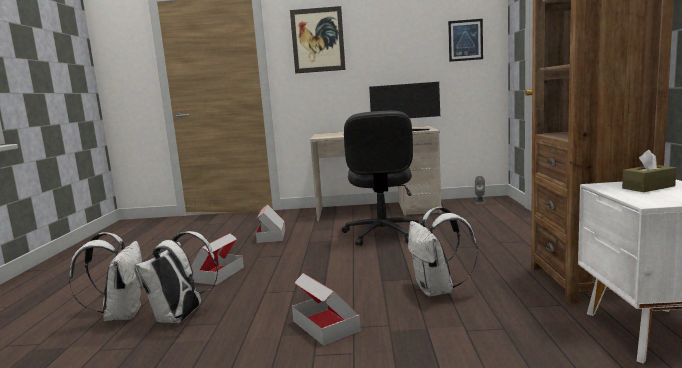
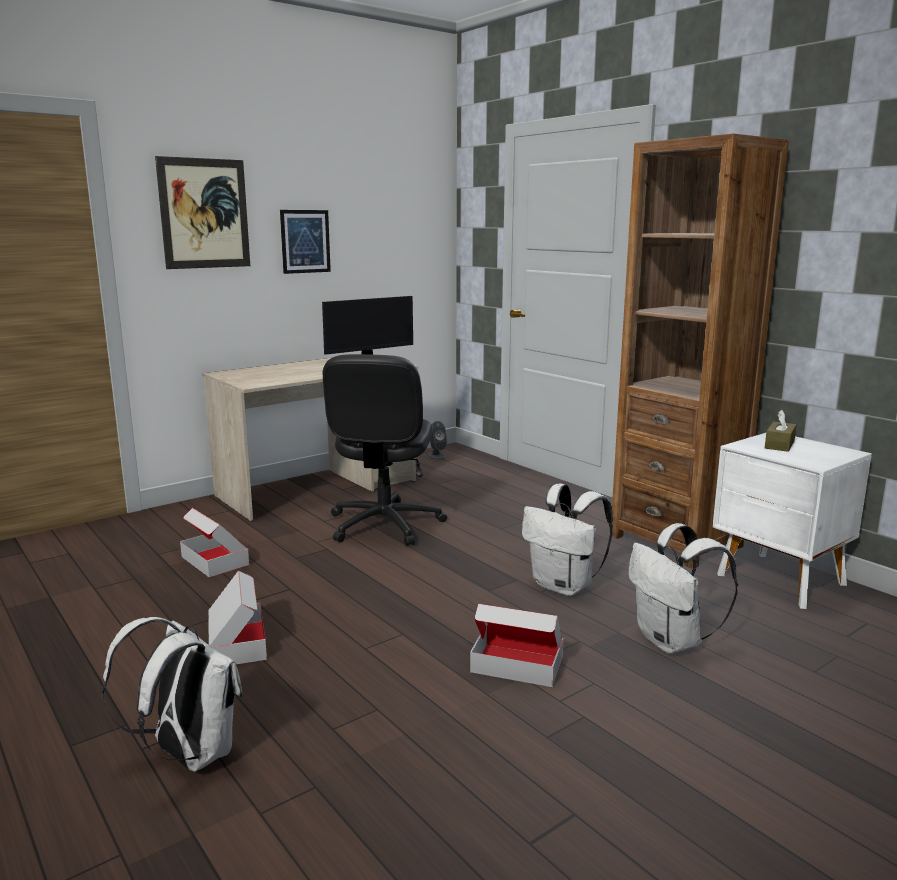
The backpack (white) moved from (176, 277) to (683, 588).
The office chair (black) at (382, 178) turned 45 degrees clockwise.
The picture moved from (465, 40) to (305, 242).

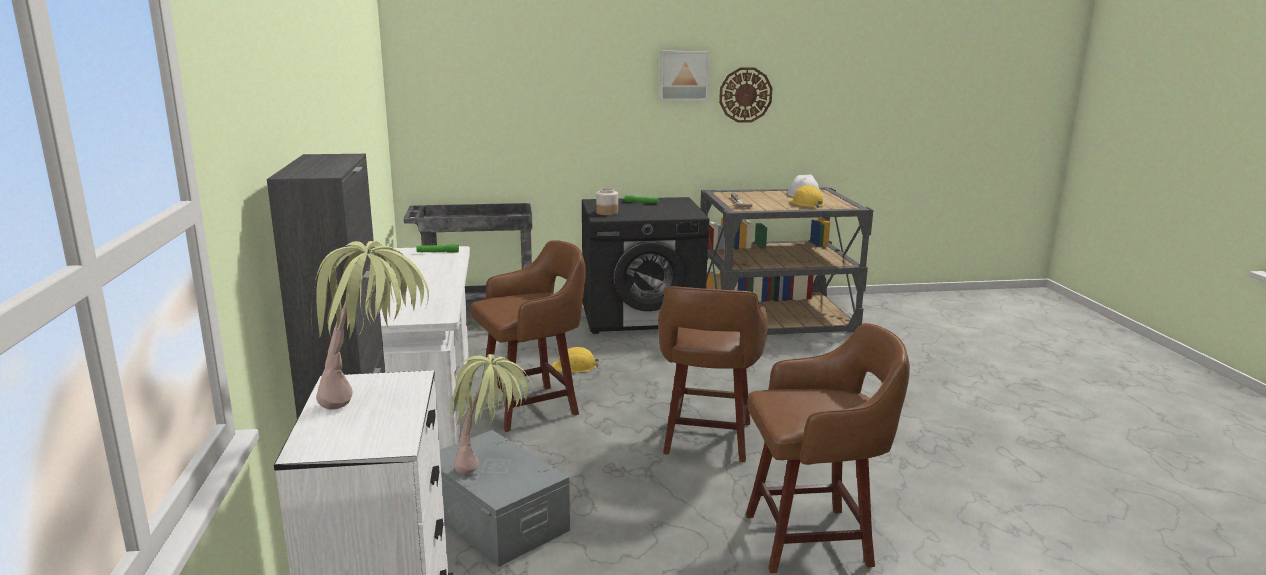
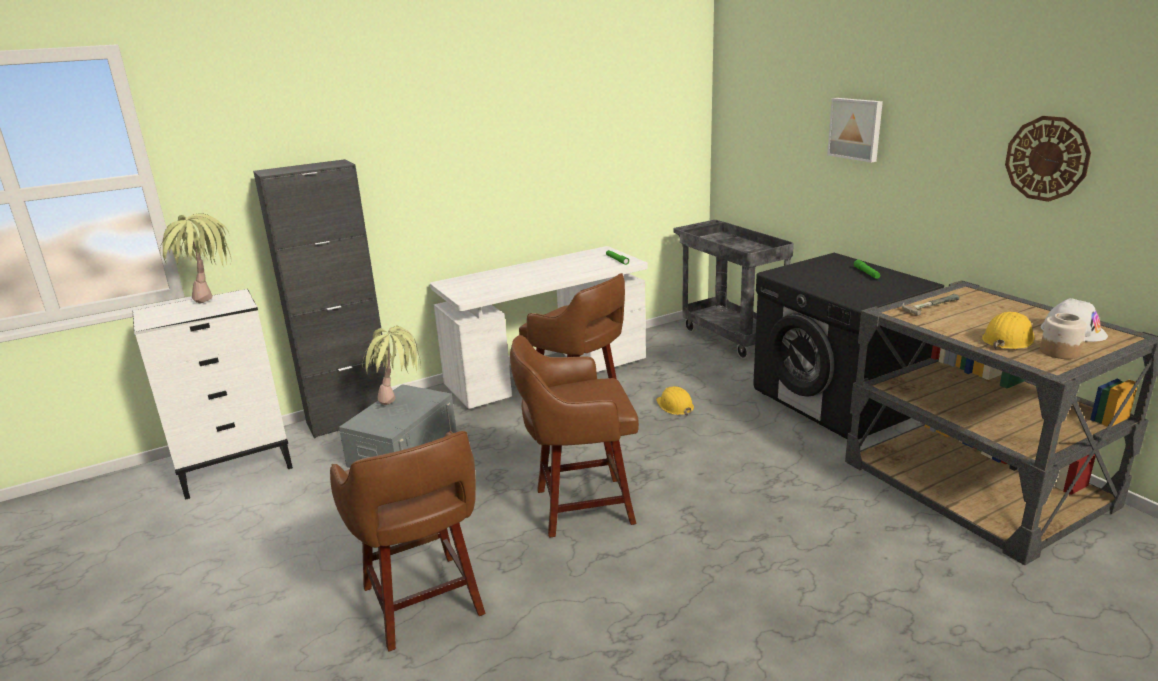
The jar moved from (607, 201) to (1063, 336).
The picture moved from (684, 76) to (855, 130).

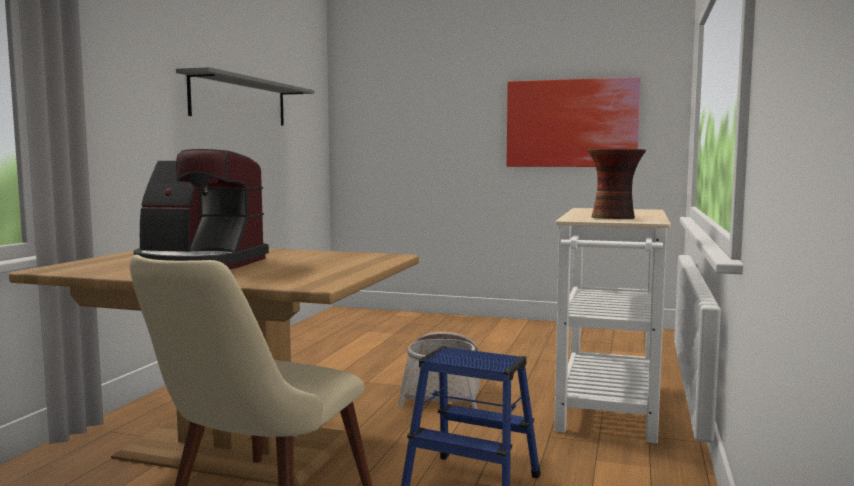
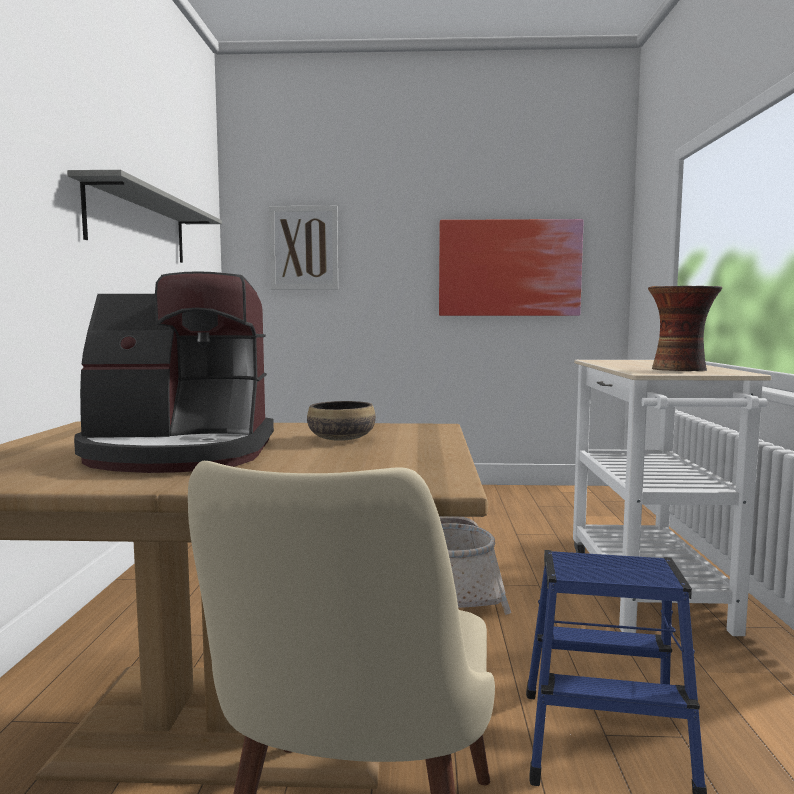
The picture at (303, 248) appeared.
The bowl at (341, 421) appeared.

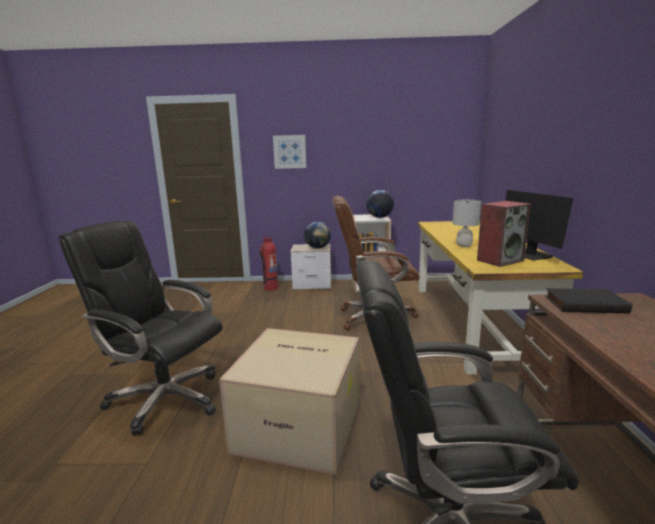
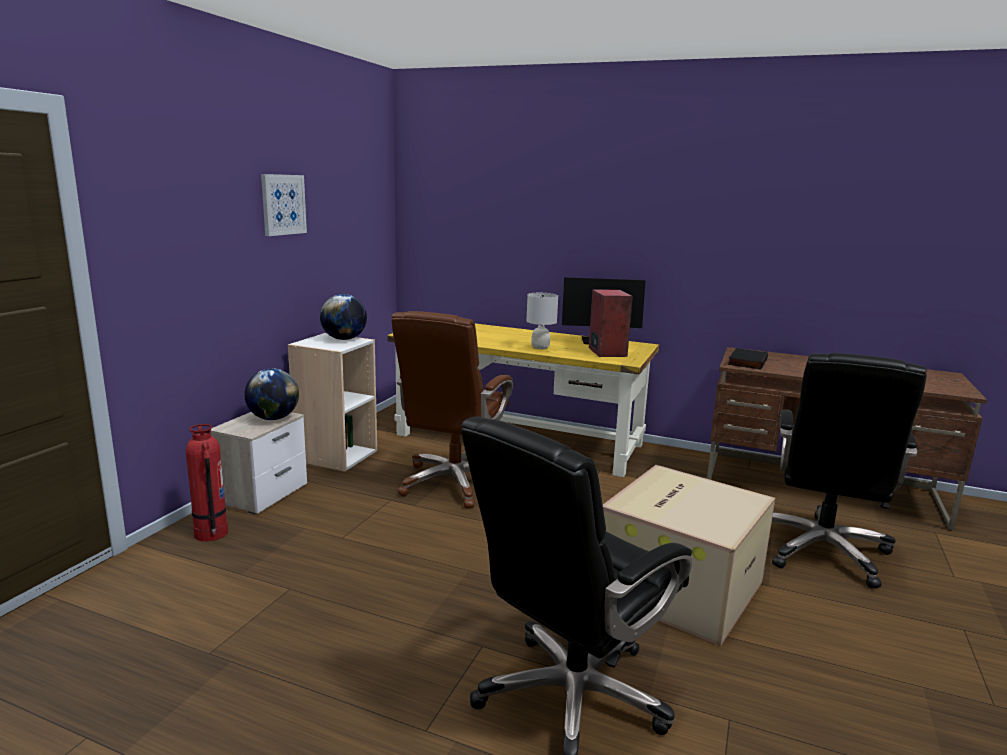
The picture moved from (289, 152) to (284, 205).

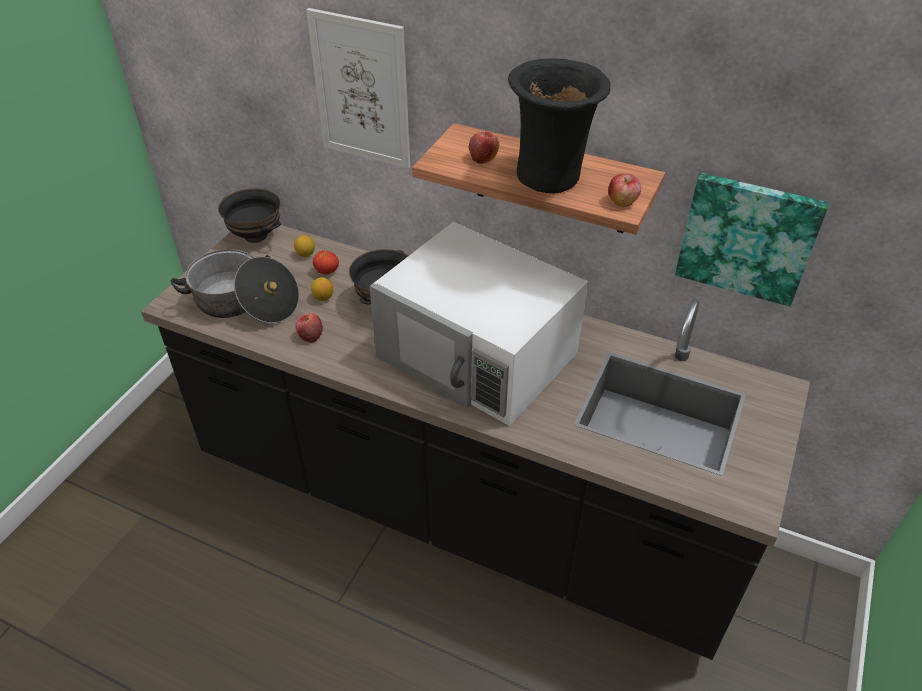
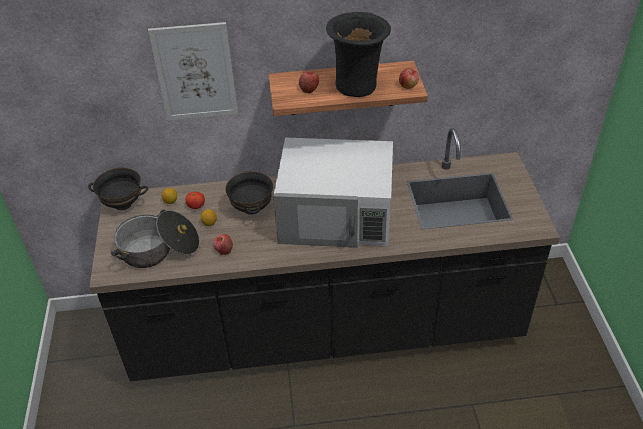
The picture at (752, 240) disappeared.

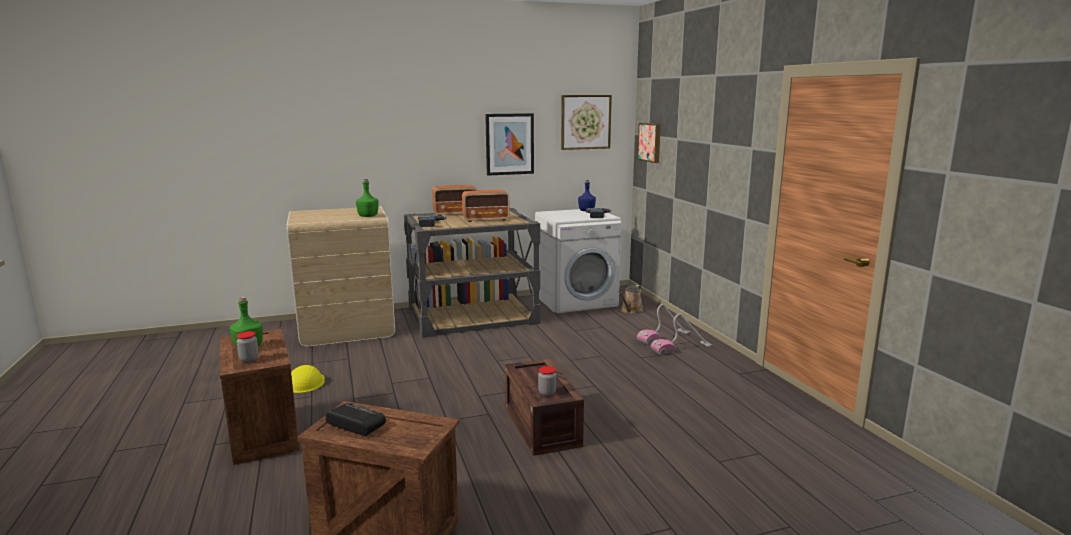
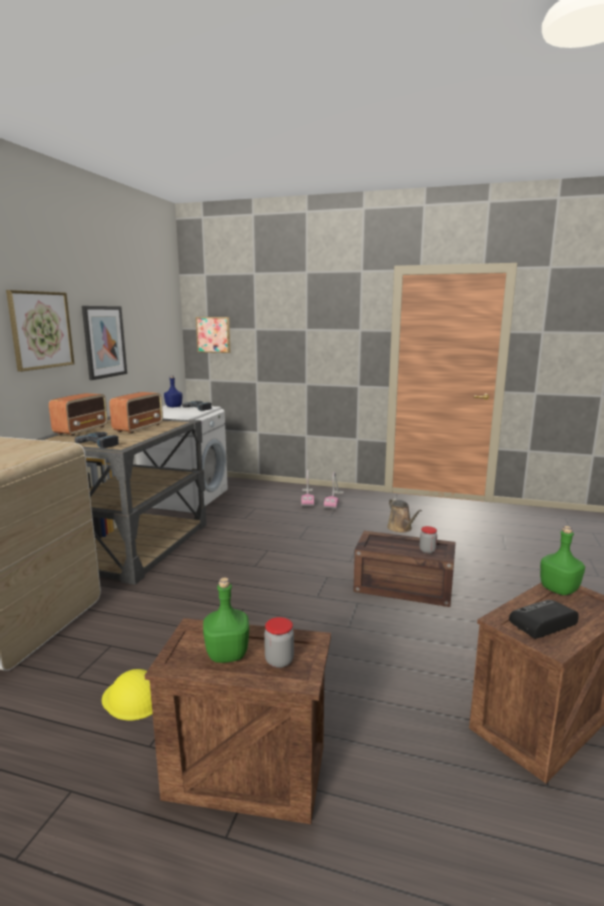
The bottle (green) moved from (367, 198) to (562, 560).
The picture moved from (586, 122) to (40, 331).
The watering can (brown) moved from (631, 299) to (404, 515).

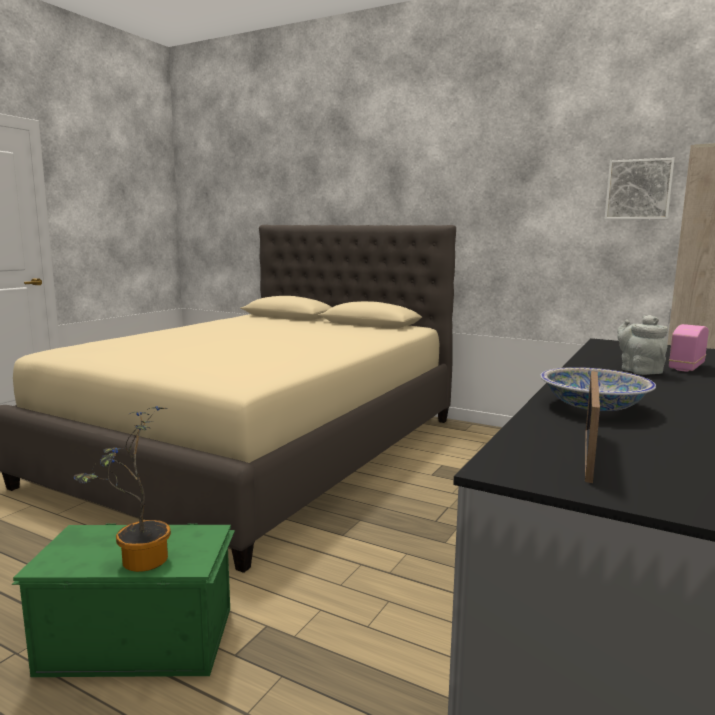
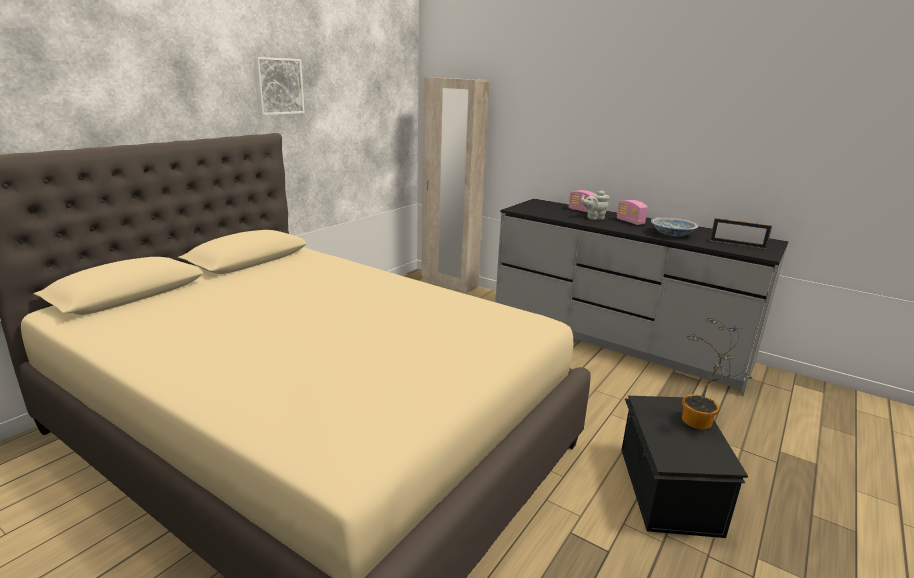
The storage box (green) at (123, 600) became the storage box (black) at (685, 467).
The picture moved from (640, 188) to (279, 86).
The radio at (632, 212) appeared.

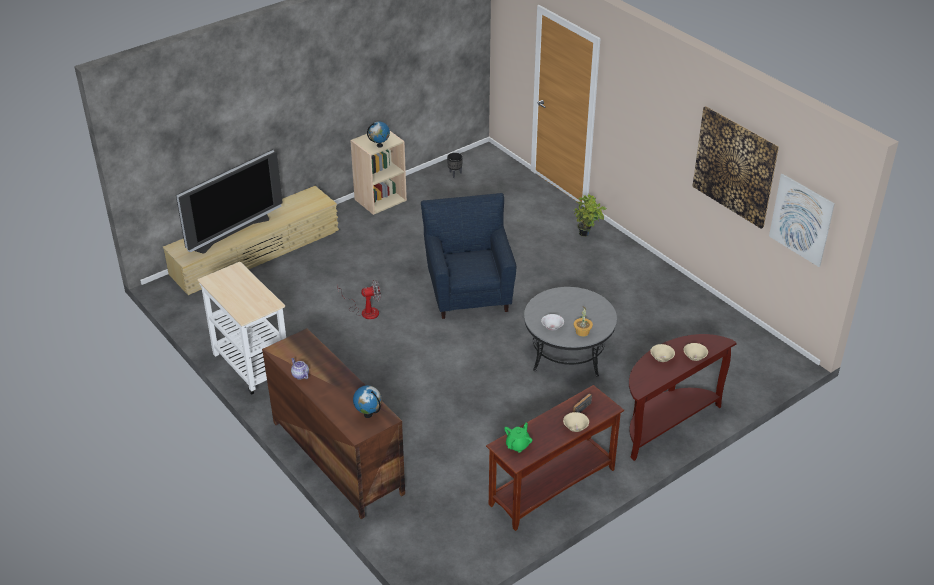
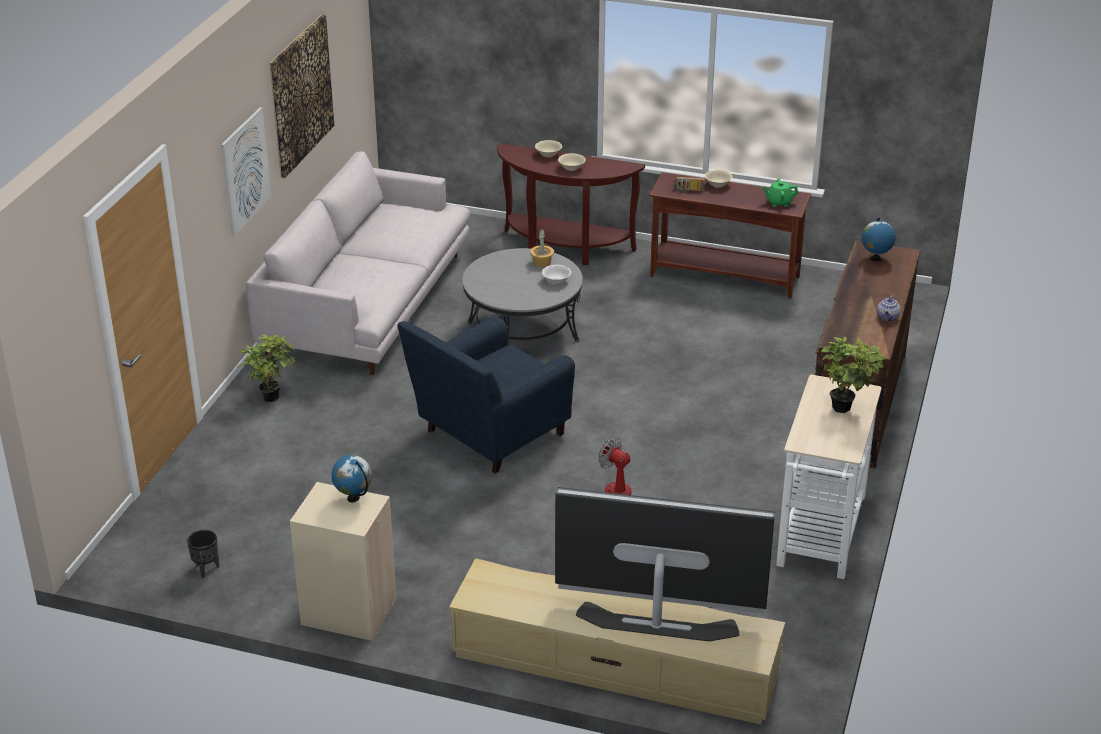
The picture moved from (802, 220) to (246, 171).
The sofa (white) at (358, 263) appeared.
The potted plant at (853, 375) appeared.

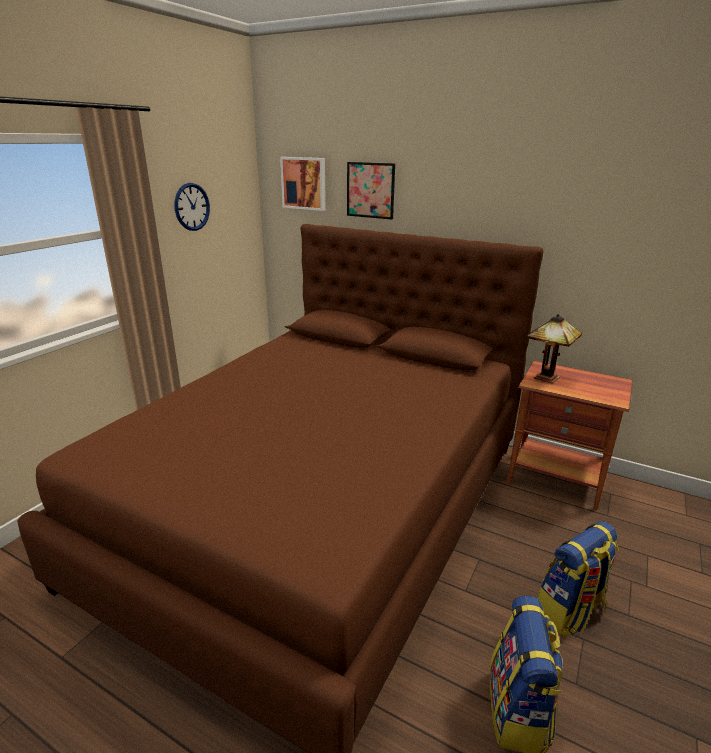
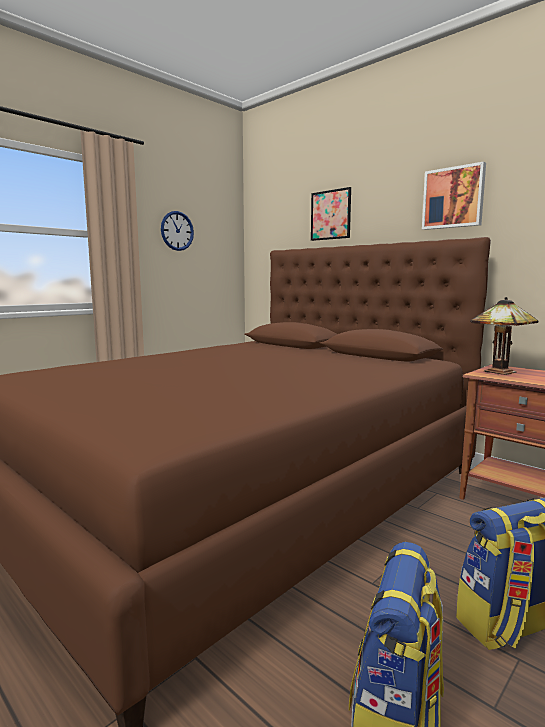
The picture moved from (303, 184) to (454, 196).

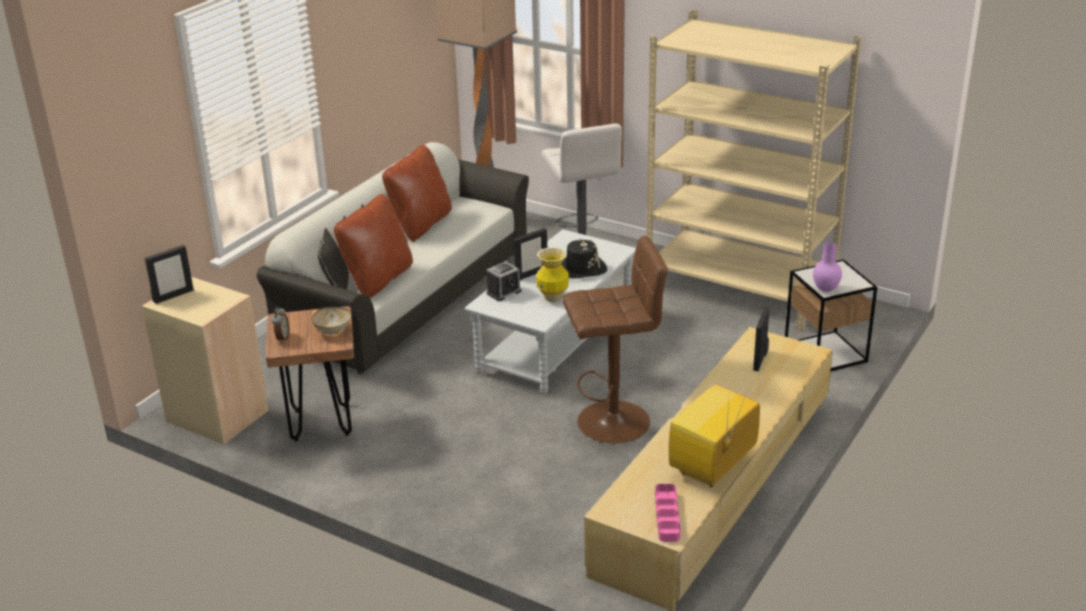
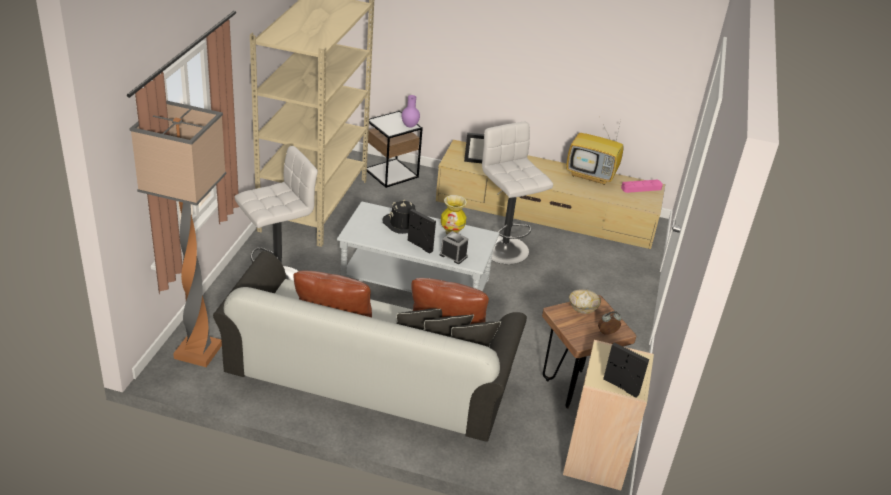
The stool (brown) at (615, 339) became the stool (white) at (517, 193).

